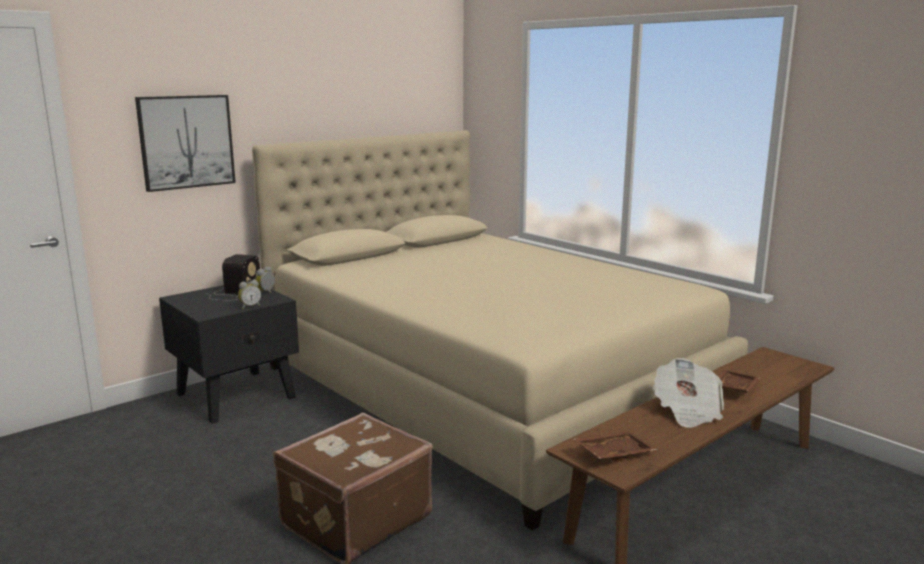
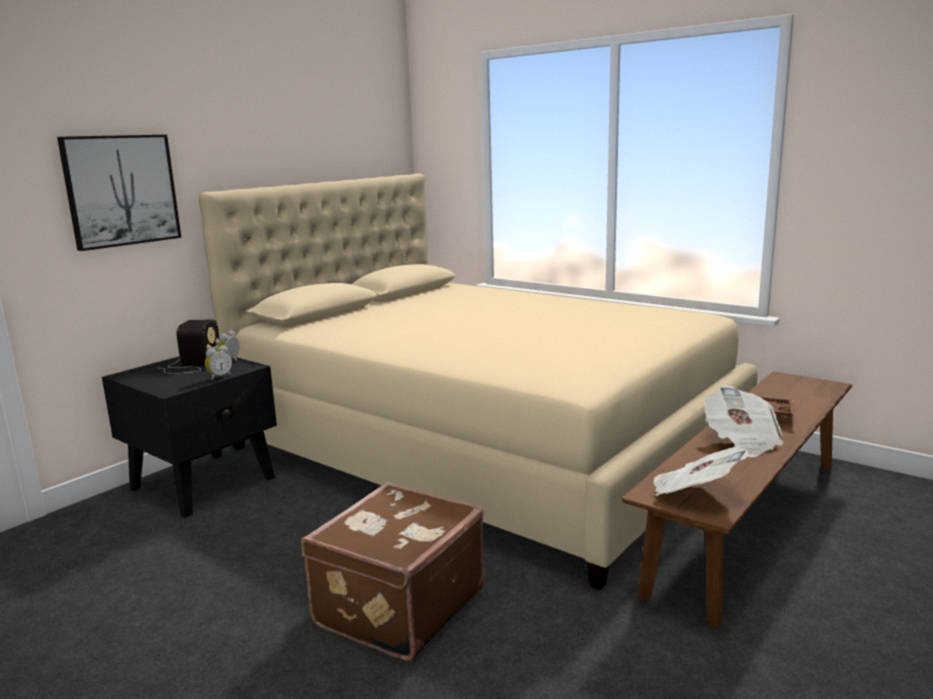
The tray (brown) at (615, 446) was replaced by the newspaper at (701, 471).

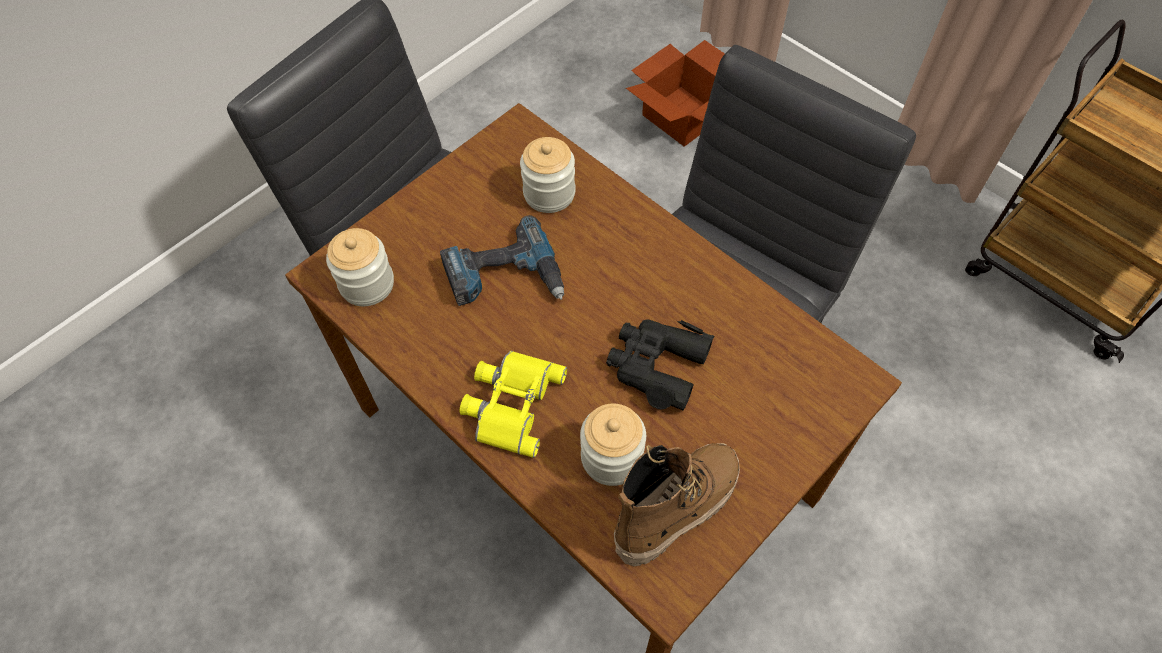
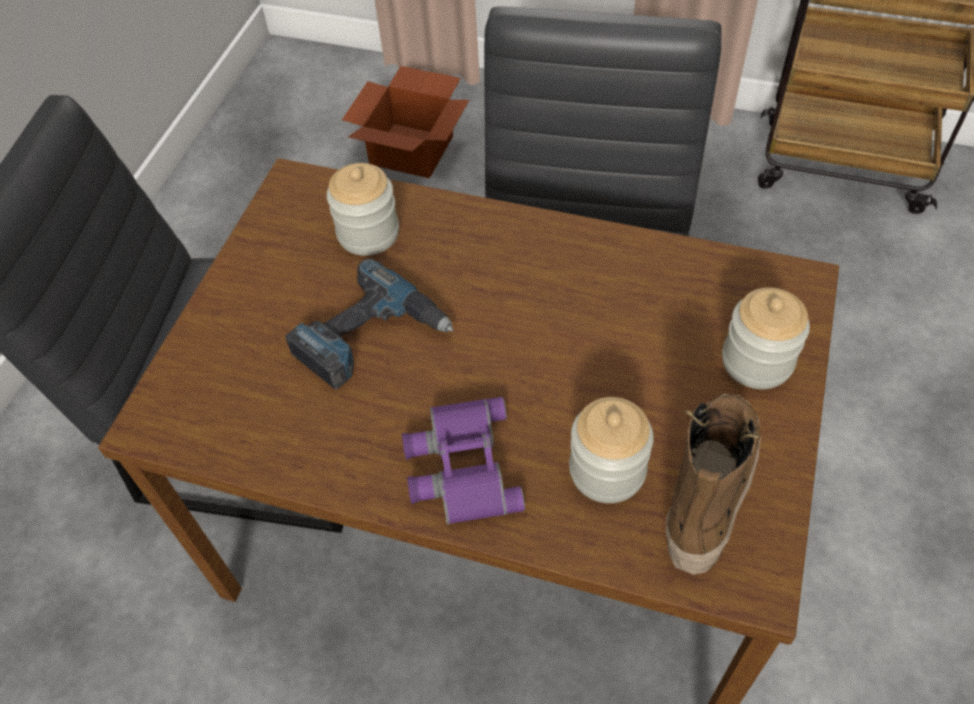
The jar moved from (360, 267) to (766, 338).
The binoculars (yellow) at (513, 404) became the binoculars (purple) at (463, 461).
The binoculars (black) at (660, 364) disappeared.

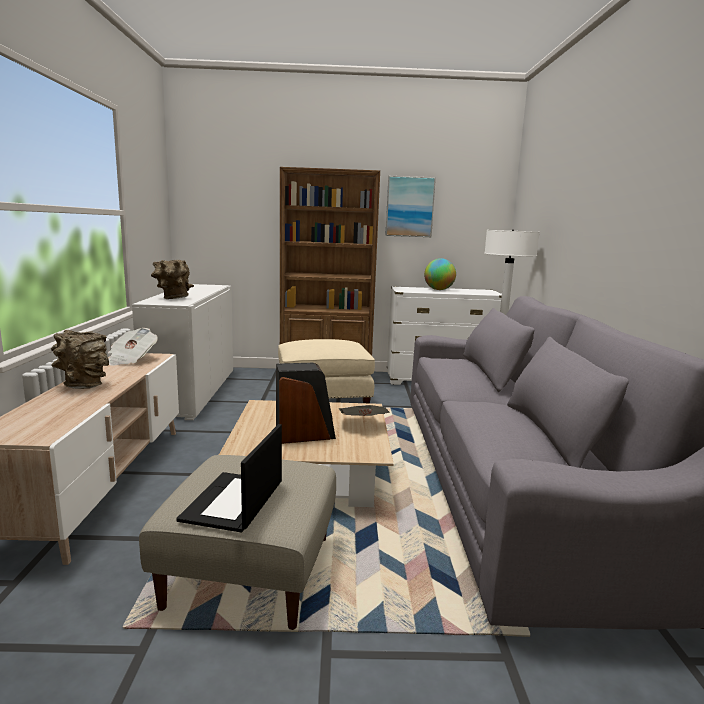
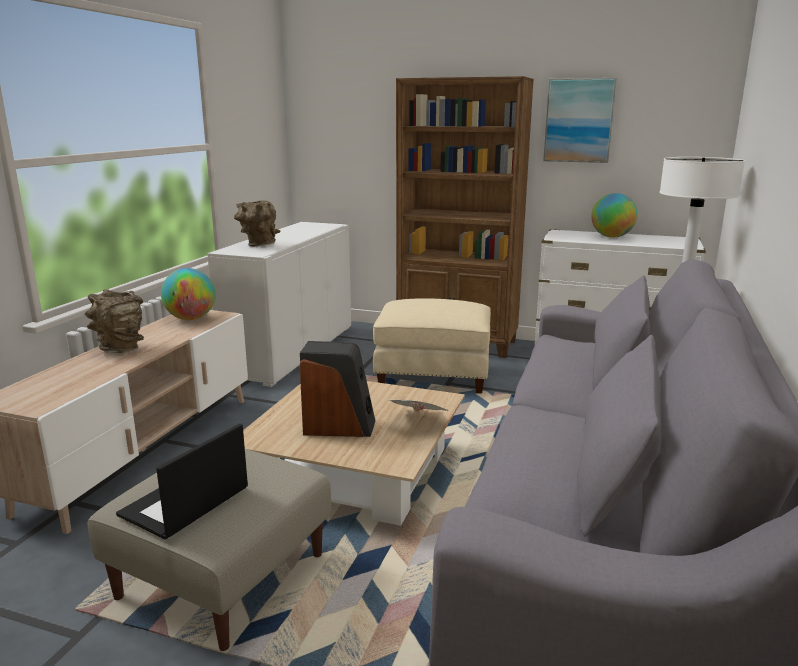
The newspaper at (133, 347) was replaced by the globe at (188, 294).

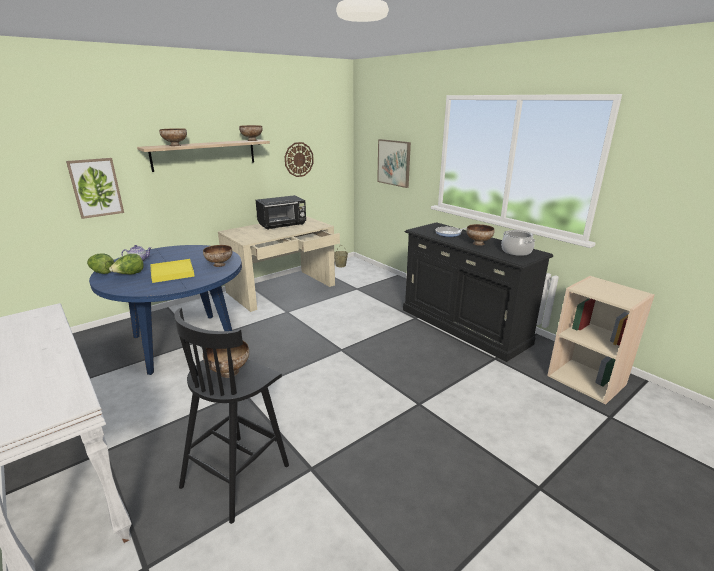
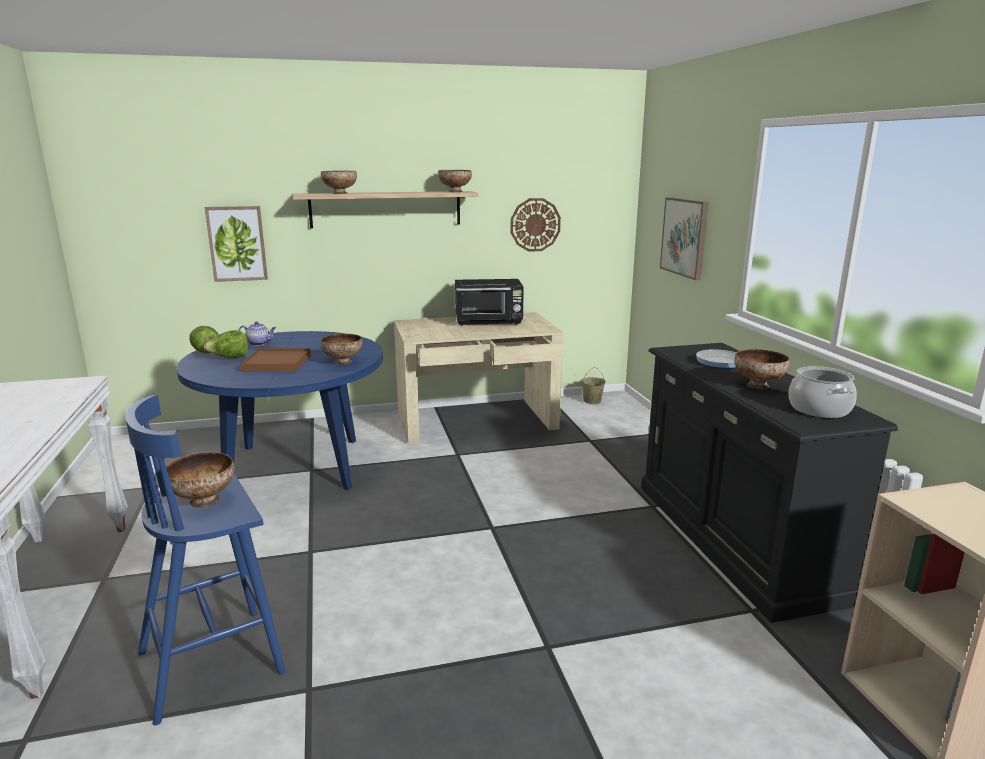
The tray (yellow) at (172, 271) became the tray (brown) at (276, 360).
The stool (black) at (231, 416) became the stool (blue) at (205, 560).

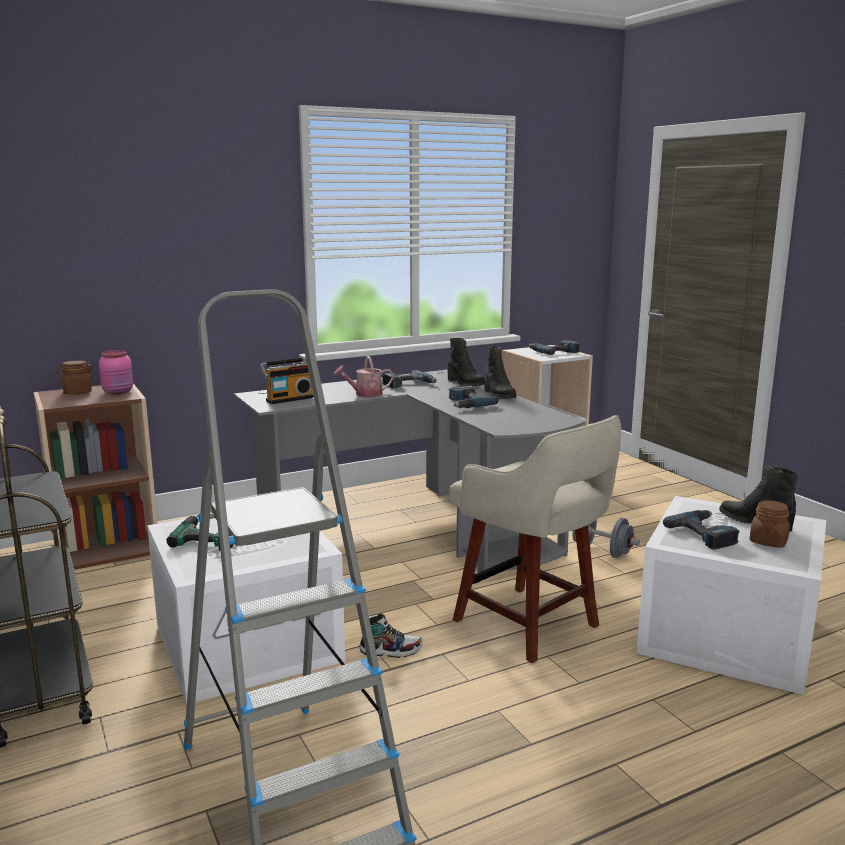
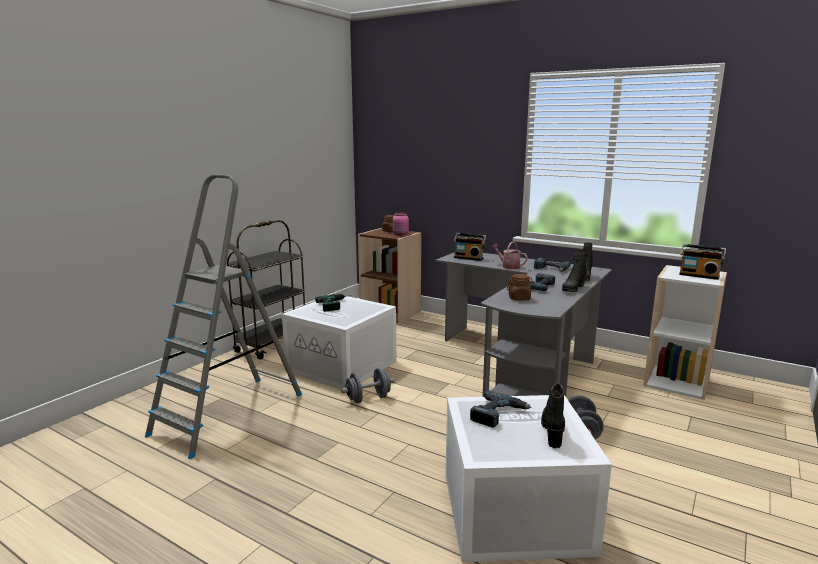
The shoe at (391, 635) was replaced by the dumbbell (grey) at (368, 385).
The stool (beige) at (535, 539) disappeared.
The power drill at (554, 347) was replaced by the radio at (702, 262).
The jar (brown) moved from (770, 524) to (520, 287).

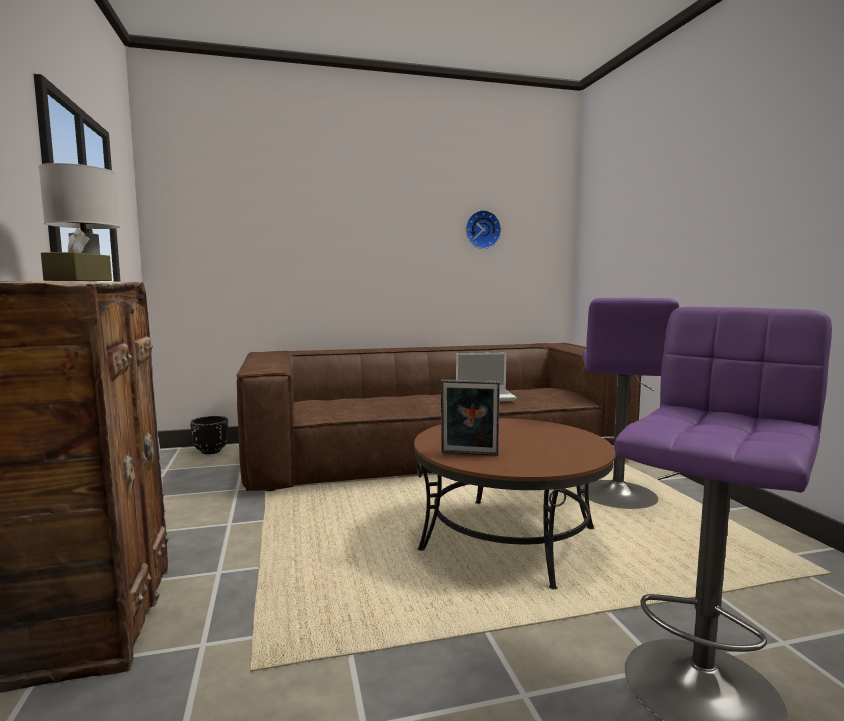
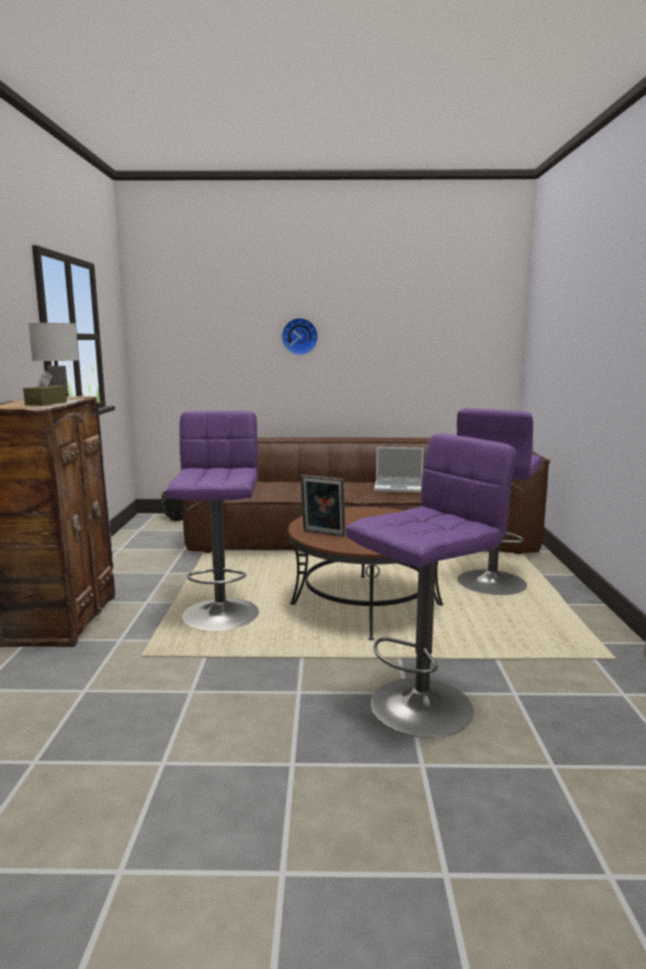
The wall clock moved from (483, 229) to (300, 336).
The stool (purple) at (212, 520) appeared.

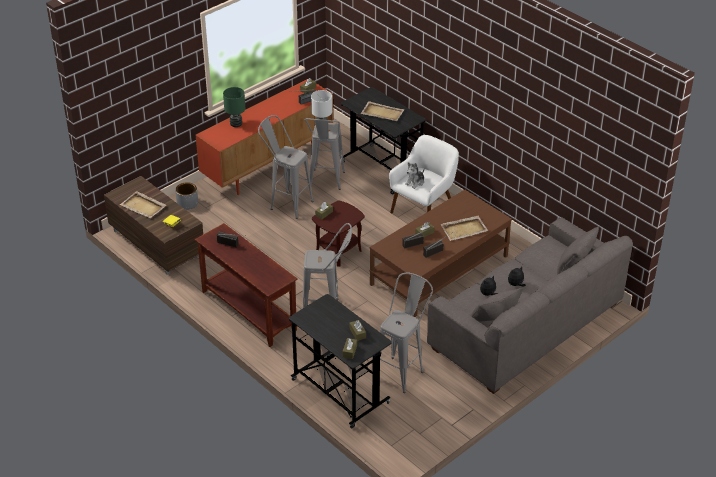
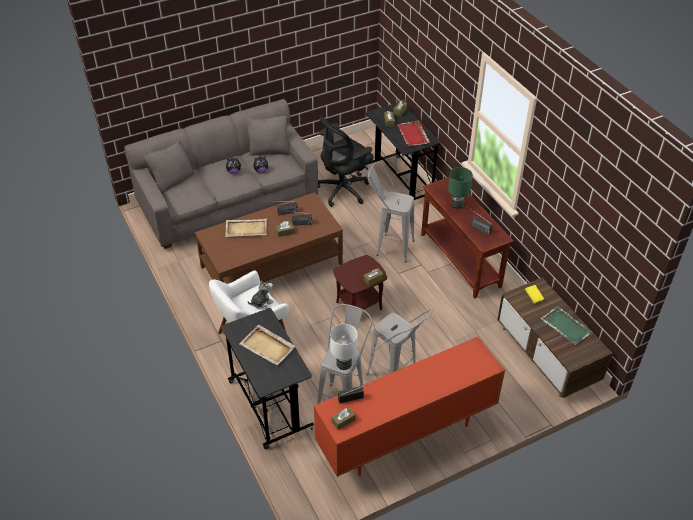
The tray (beige) at (143, 204) became the tray (green) at (566, 325).
The planter (grey) at (186, 196) disappeared.
The table lamp (green) moved from (234, 107) to (460, 188).
The stool (grey) at (406, 333) was replaced by the office chair (black) at (346, 161).
The tray (red) at (413, 133) appeared.

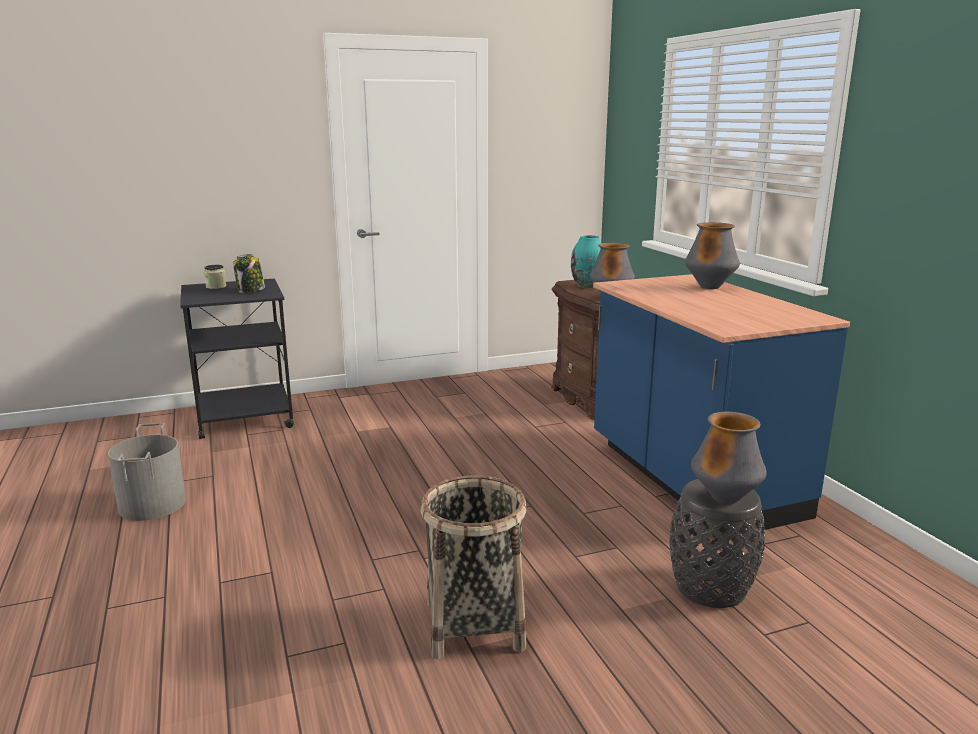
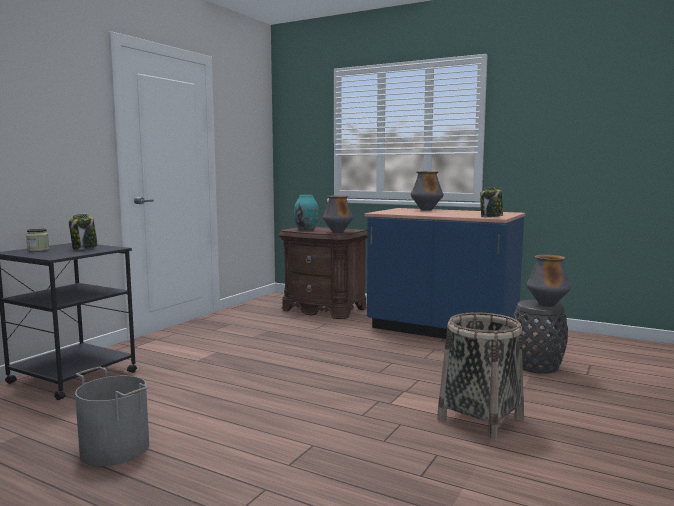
The jar at (491, 202) appeared.

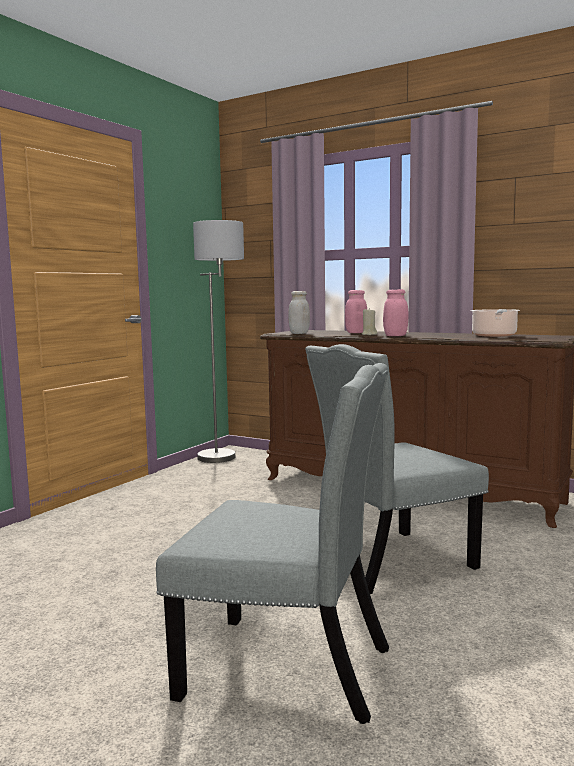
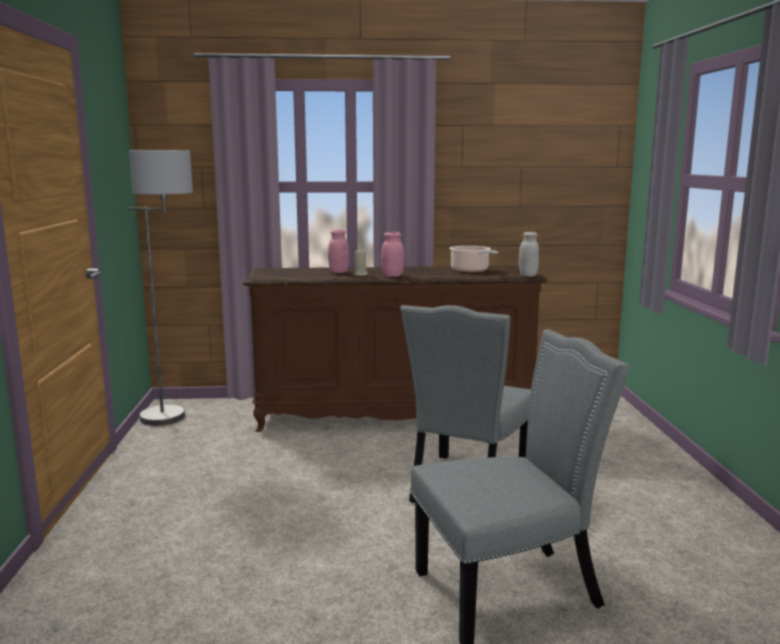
The jar (white) moved from (299, 312) to (529, 254).

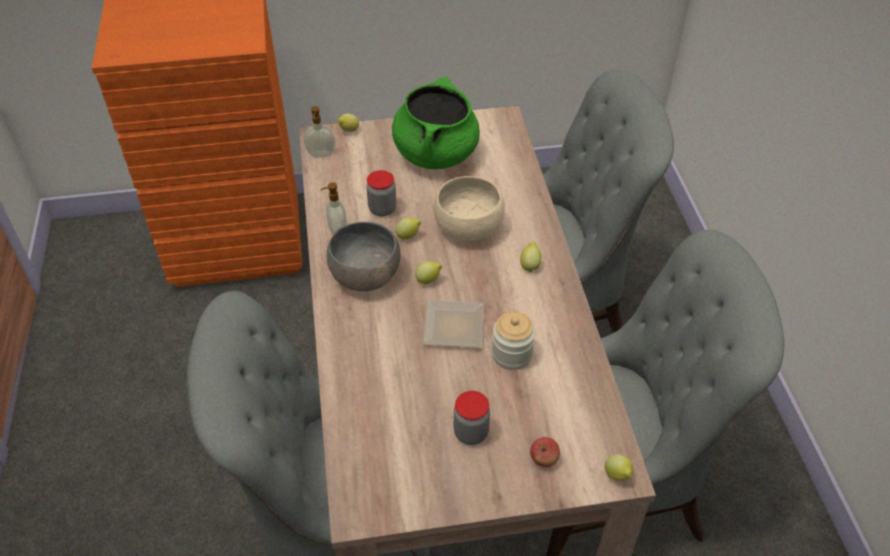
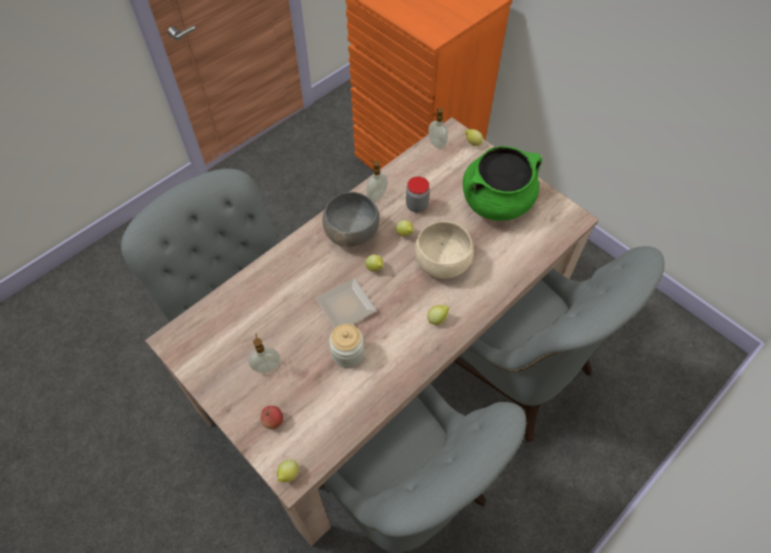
The jar at (472, 418) was replaced by the soap dispenser at (264, 353).

